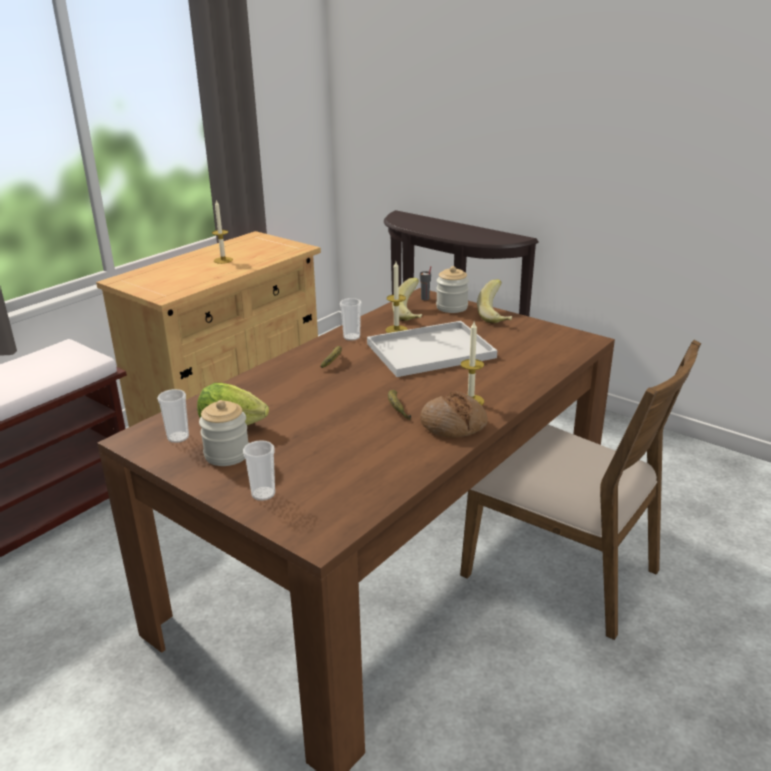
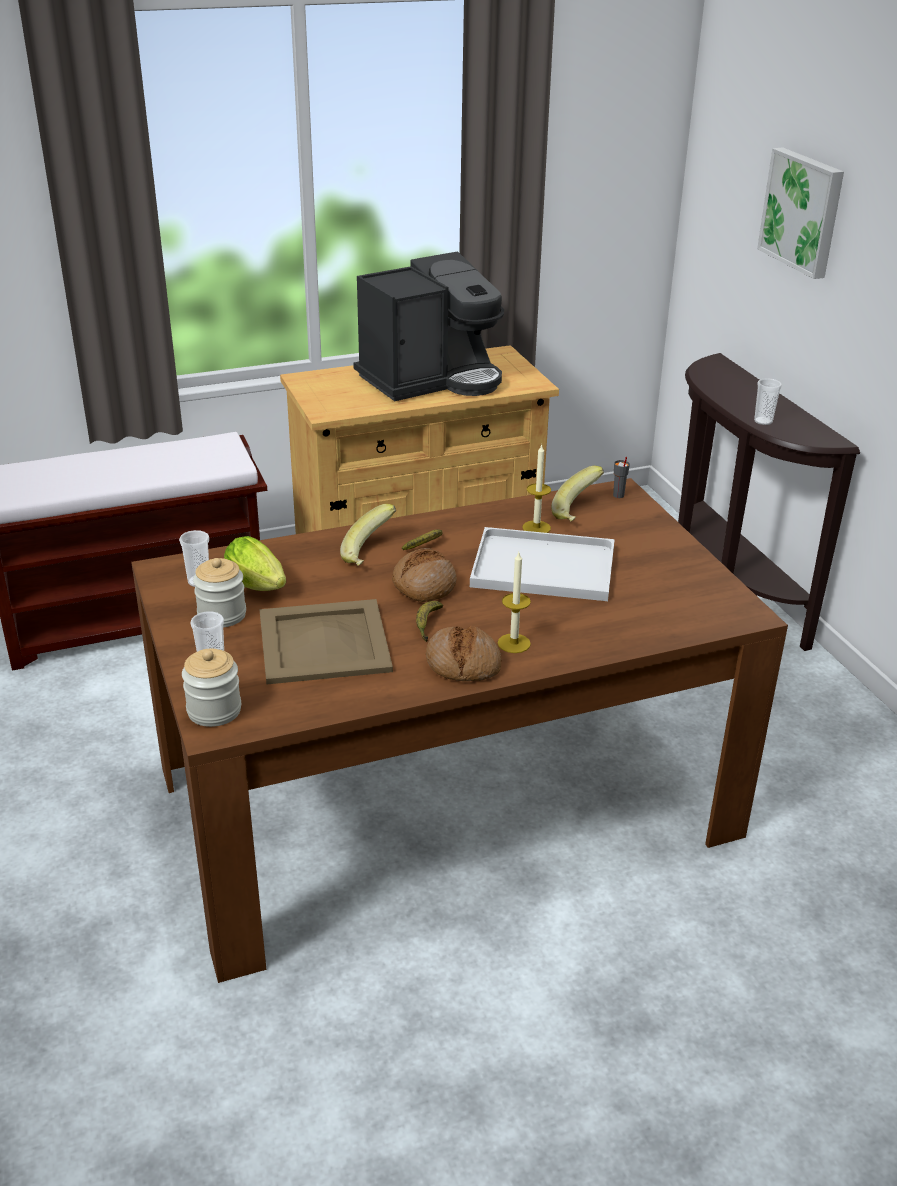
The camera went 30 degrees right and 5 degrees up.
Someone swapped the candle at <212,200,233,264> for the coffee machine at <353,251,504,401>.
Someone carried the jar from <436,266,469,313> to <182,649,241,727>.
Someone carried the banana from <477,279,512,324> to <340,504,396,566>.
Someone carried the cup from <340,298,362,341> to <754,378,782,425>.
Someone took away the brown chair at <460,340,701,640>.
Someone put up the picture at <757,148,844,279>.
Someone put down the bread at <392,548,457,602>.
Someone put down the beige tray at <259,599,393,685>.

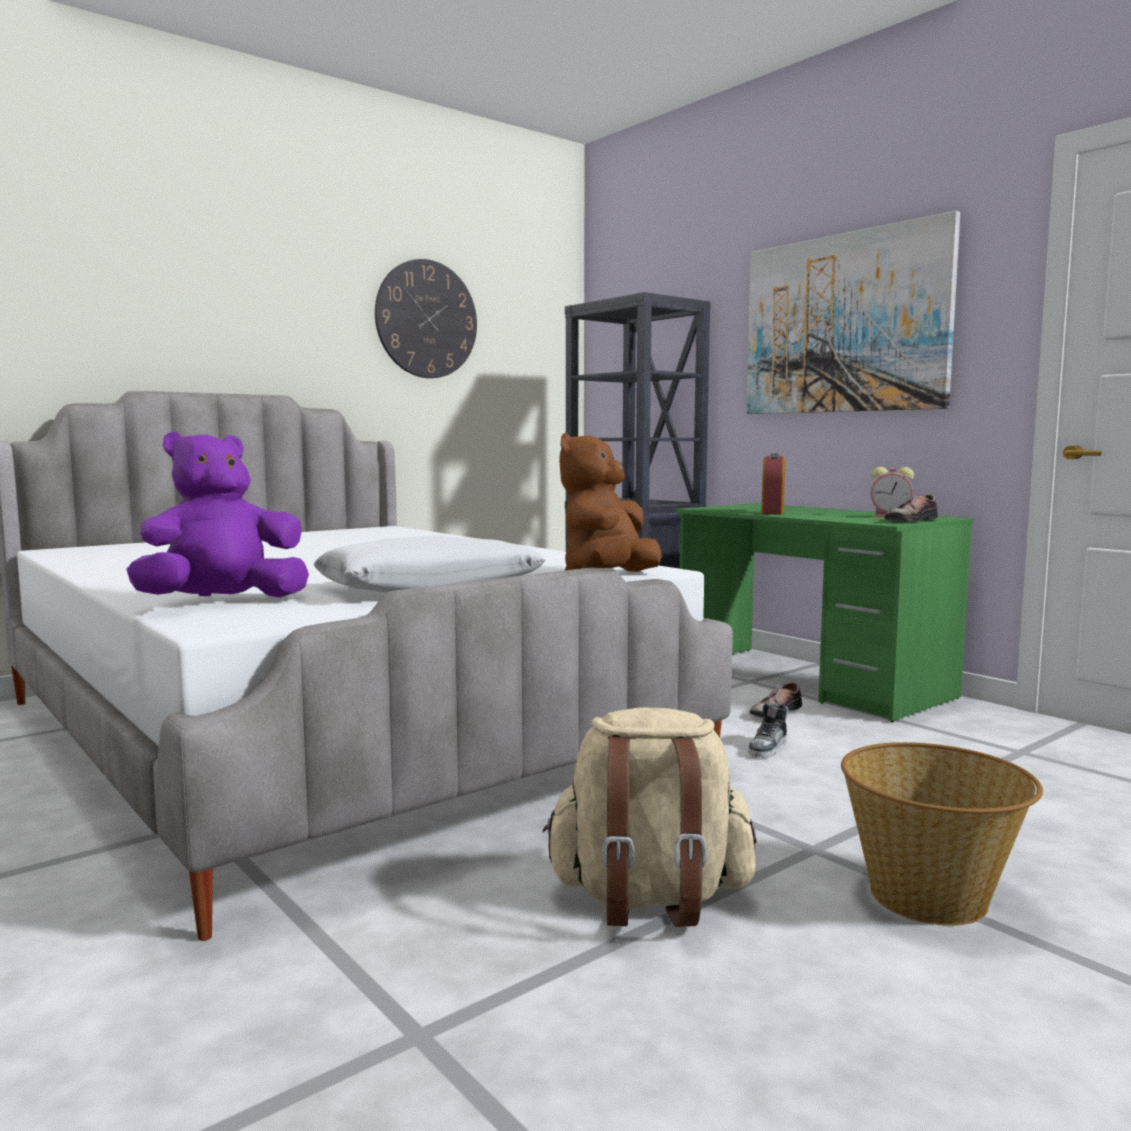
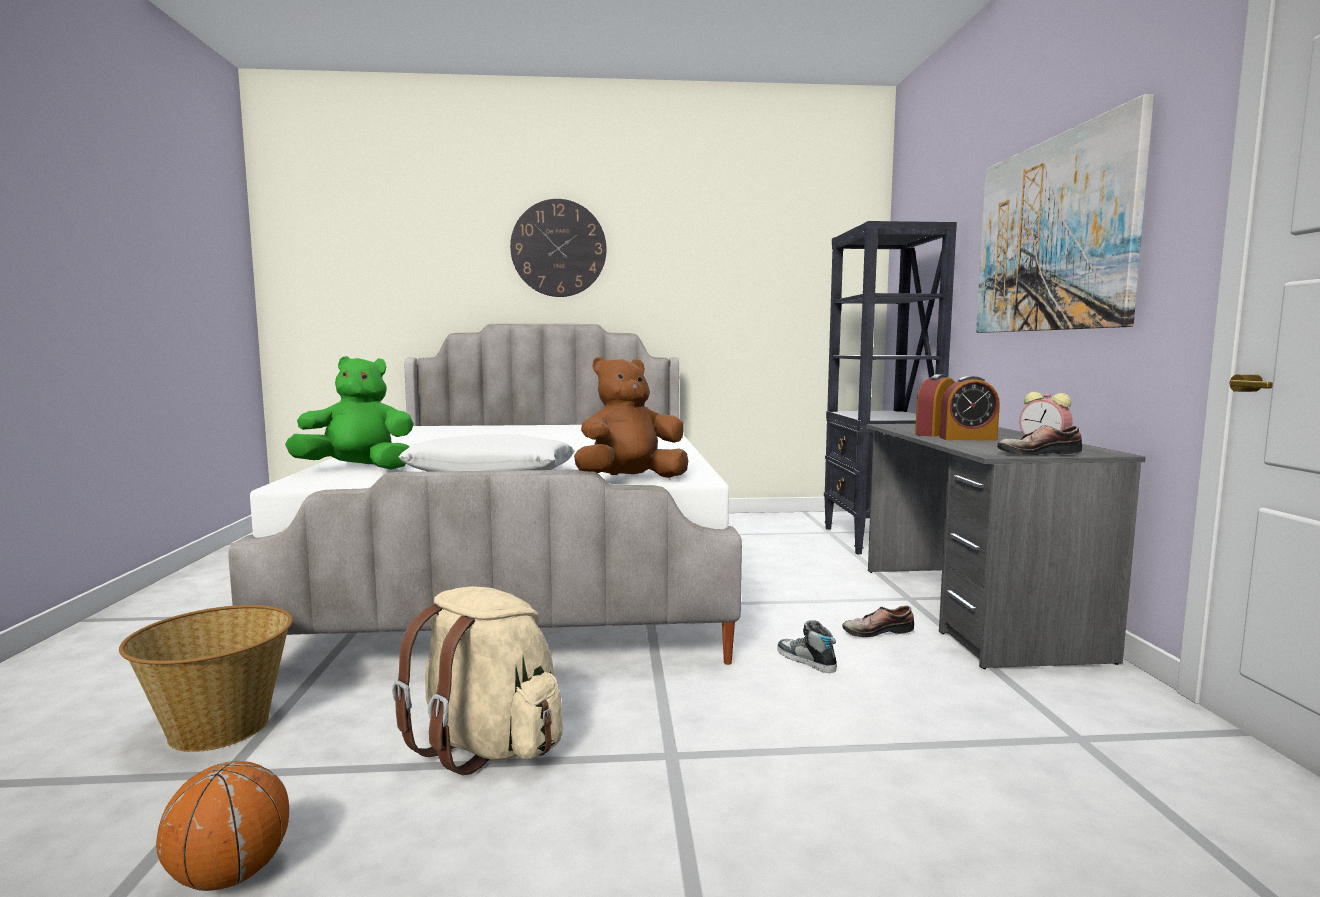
The camera went 35 degrees right and 0 degrees up.
Someone carried the wall clock from <375,259,477,378> to <510,199,607,297>.
Someone repainted the purple plush toy at <126,432,309,598>, which became the green plush toy at <285,356,414,470>.
Someone repainted the green desk at <675,503,974,722>, which became the grey desk at <866,424,1146,669>.
Someone rotated the shoe at <749,703,788,758> by 75 degrees clockwise.
Someone carried the basket from <841,742,1043,926> to <119,605,293,752>.
Someone put down the alarm clock at <940,376,1000,440>.
Someone put down the basketball at <156,761,289,891>.

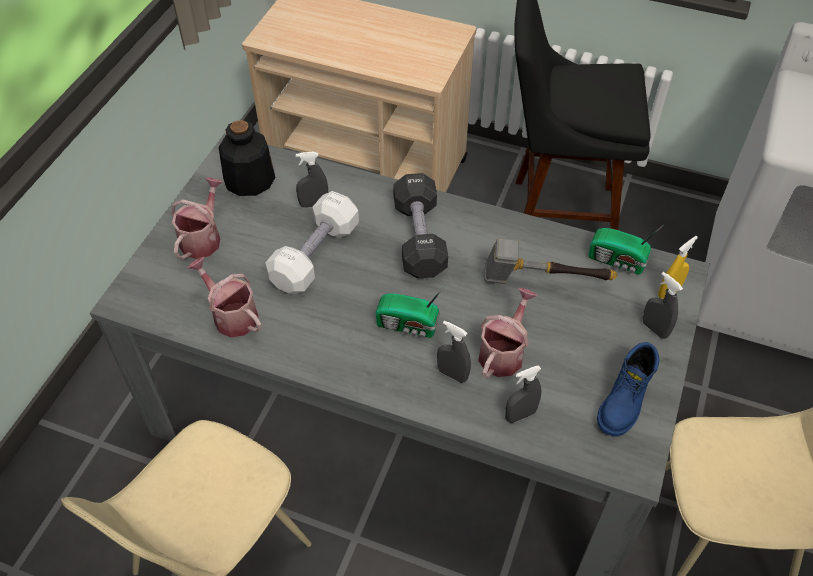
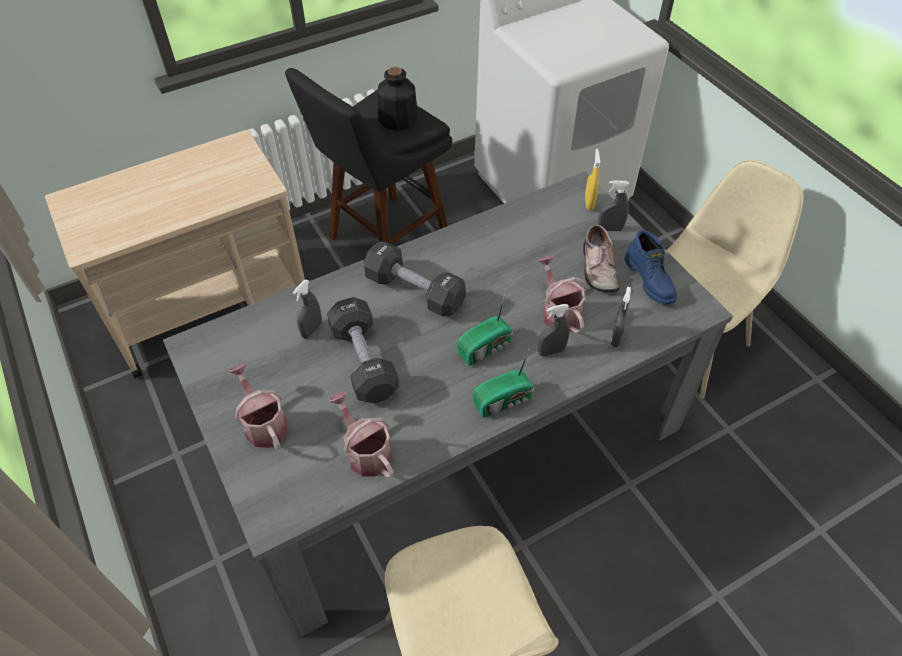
The camera went 50 degrees left and 0 degrees up.
Someone carried the bottle from <219,120,275,196> to <377,67,418,131>.
Someone repainted the white dumbbell at <265,191,359,294>, which became the black dumbbell at <327,297,399,403>.
Someone carried the radio from <588,225,664,275> to <473,348,534,418>.
Someone took away the hammer at <484,238,617,284>.
Someone rotated the watering can at <188,257,262,337> by 60 degrees clockwise.
Someone put down the shoe at <583,225,619,292>.

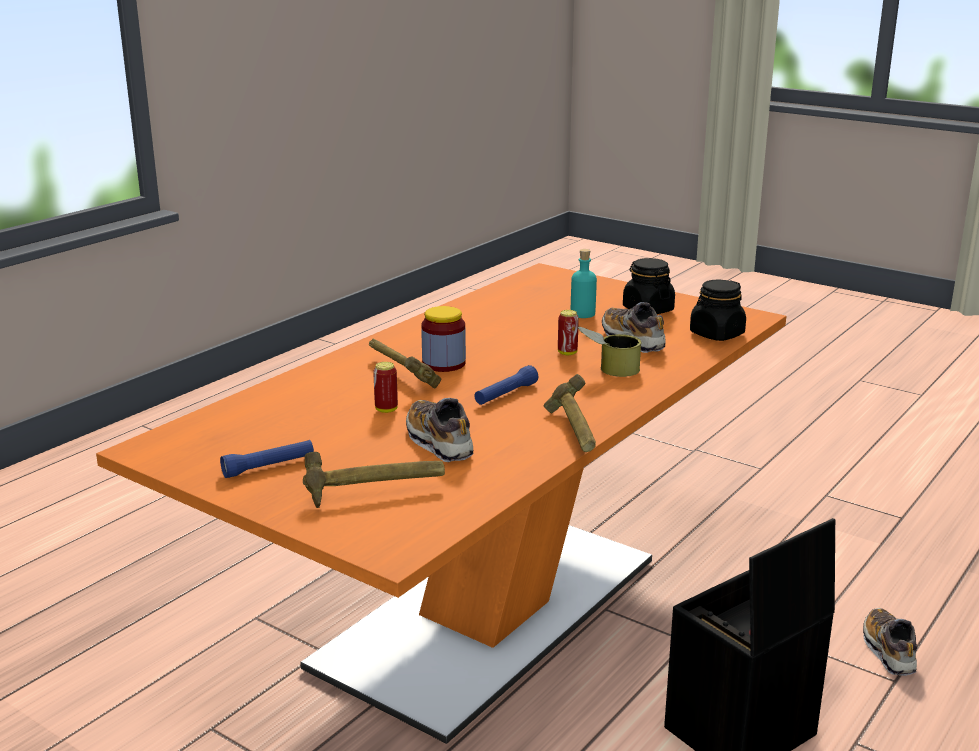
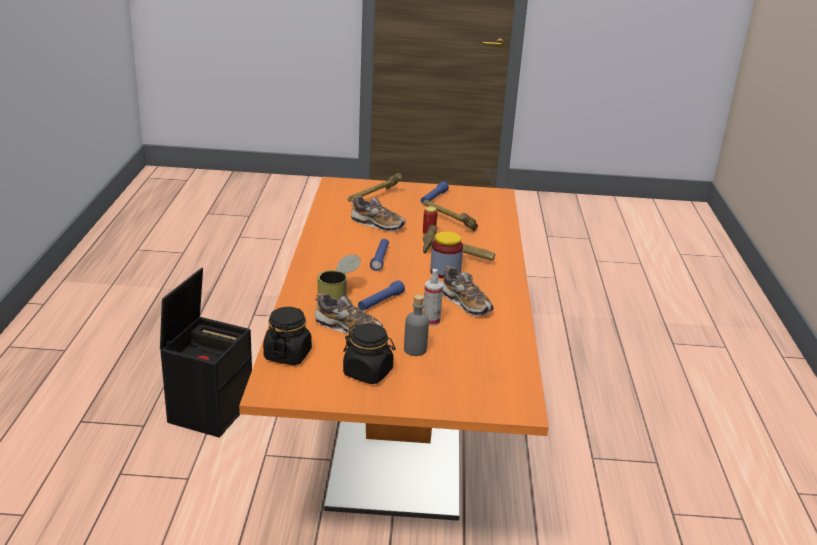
The camera went 145 degrees right and 5 degrees up.
Someone repainted the turquoise bottle at <571,249,597,318>, which became the grey bottle at <404,294,429,356>.
Someone swapped the can at <558,310,579,355> for the blue flashlight at <358,280,405,311>.
Someone carried the hammer from <543,374,596,452> to <423,200,478,232>.
Someone carried the shoe from <863,608,917,676> to <442,266,494,317>.
Someone put down the spray bottle at <423,269,443,326>.

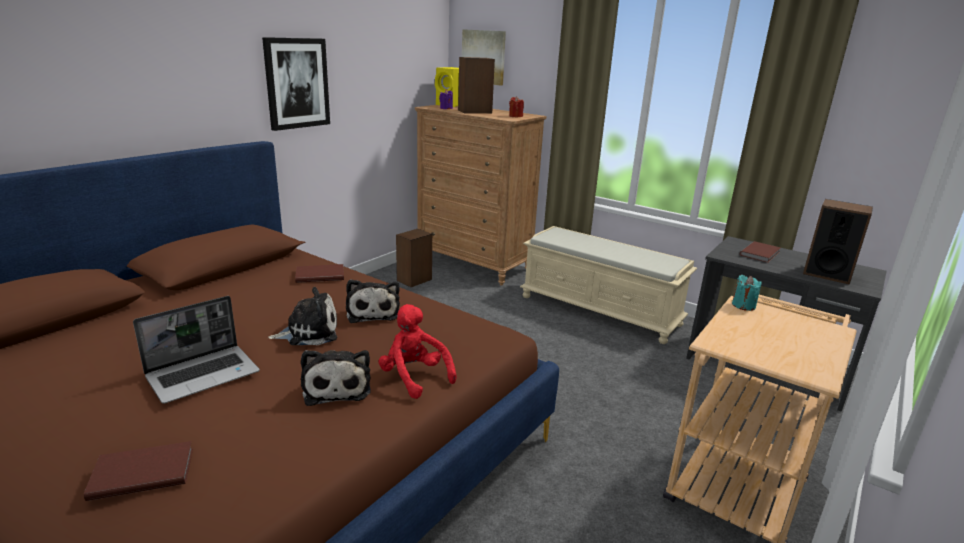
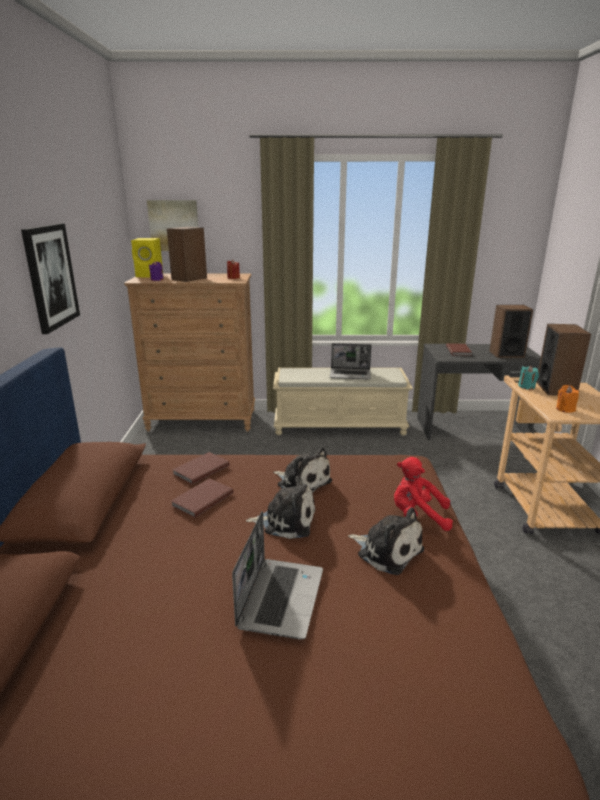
The camera went 35 degrees left and 0 degrees up.
Someone carried the speaker from <396,229,432,287> to <536,324,591,396>.
Someone rotated the plush toy at <268,287,337,345> by 60 degrees clockwise.
Someone carried the brown book from <84,441,193,501> to <171,478,233,518>.
Someone put down the laptop at <330,343,372,380>.
Someone put down the orange candle at <556,385,579,413>.

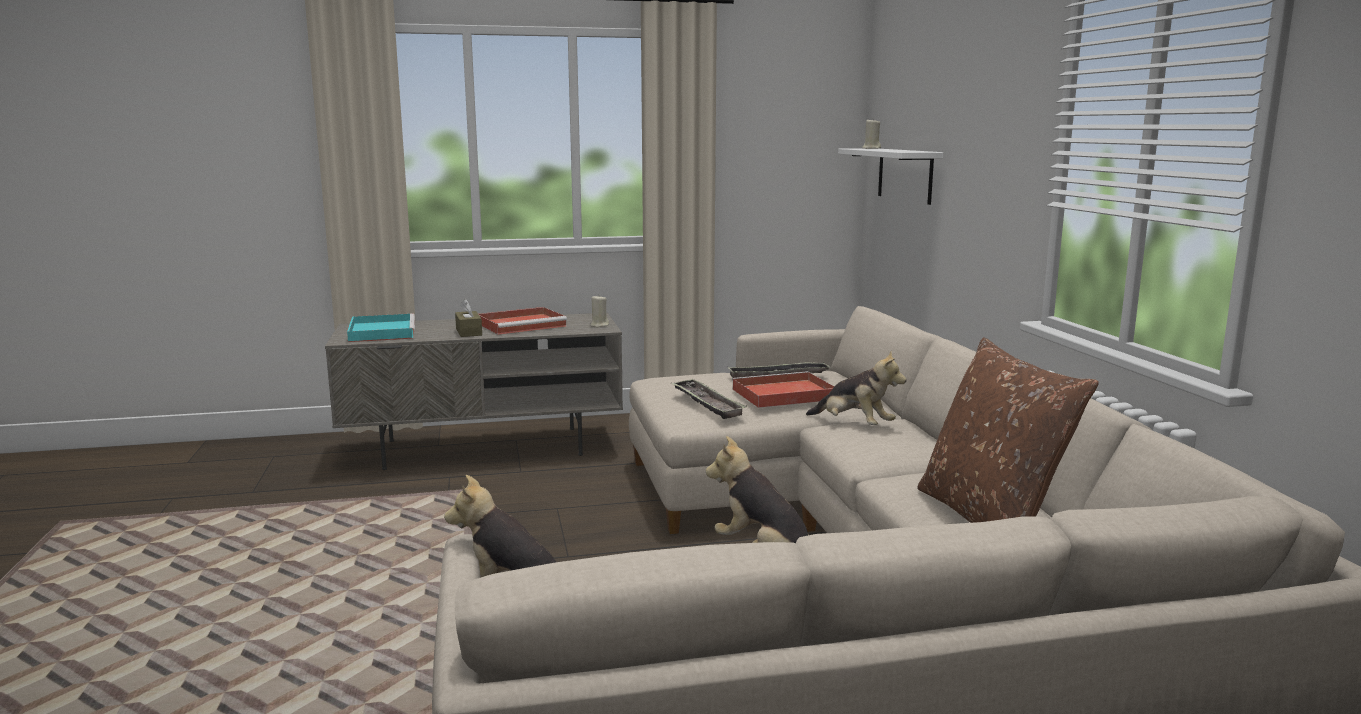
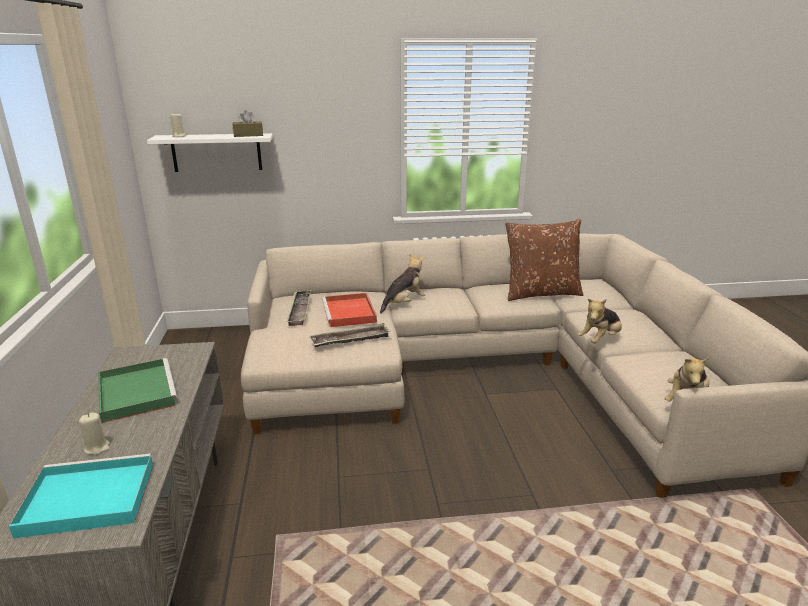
The camera went 85 degrees left and 10 degrees up.
Someone carried the beige candle from <590,294,609,328> to <79,412,110,455>.
Someone carried the brown tissue box from <455,299,482,337> to <233,110,263,137>.
Someone repainted the red tray at <479,307,567,334>, which became the green tray at <98,358,177,423>.

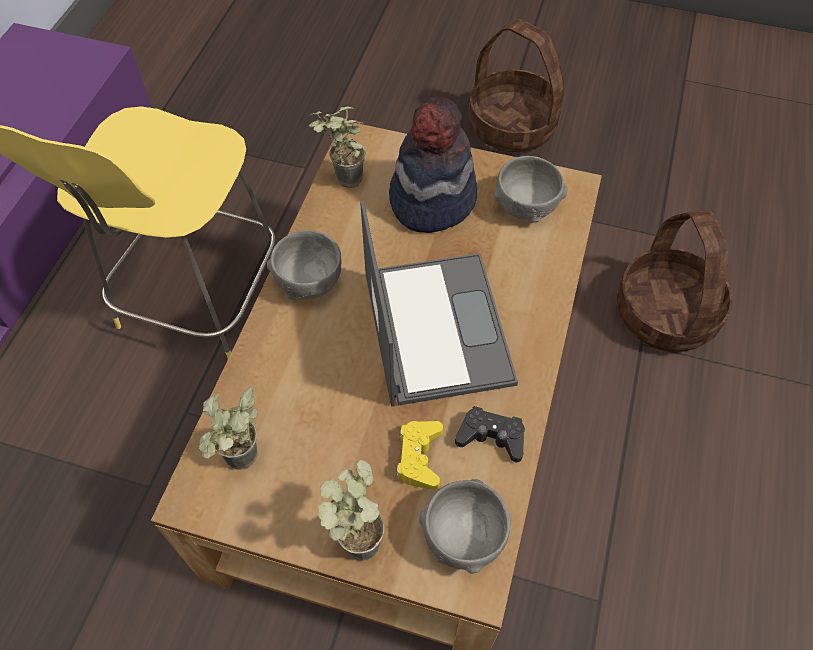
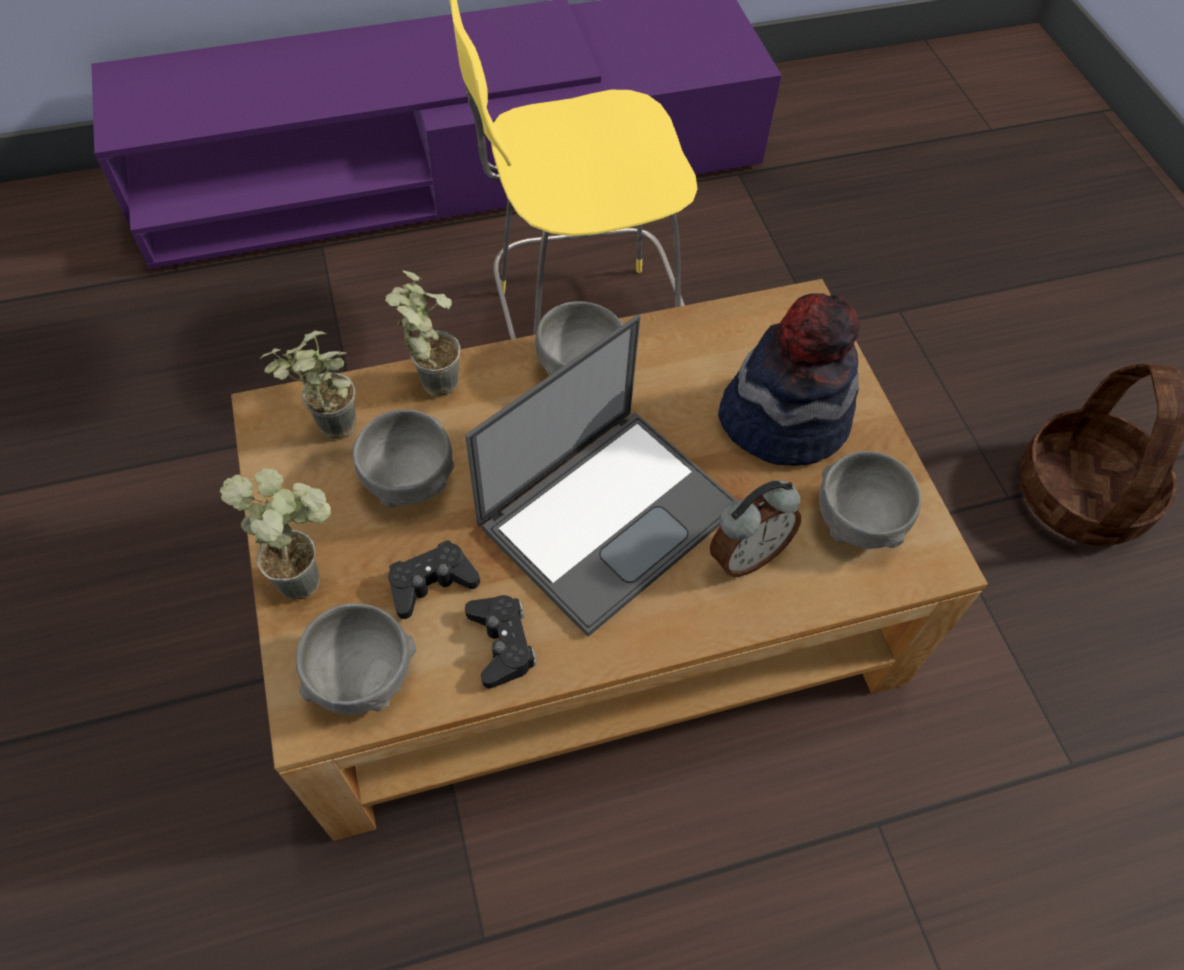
The camera went 55 degrees right and 0 degrees up.
Someone carried the potted plant from <308,106,366,188> to <385,270,461,397>.
Someone took away the basket at <617,210,733,352>.
Someone repainted the yellow game controller at <396,421,443,490>, which became the black game controller at <388,540,480,619>.
Someone put down the grey bowl at <353,409,454,508>.
Someone put down the alarm clock at <710,480,801,577>.

